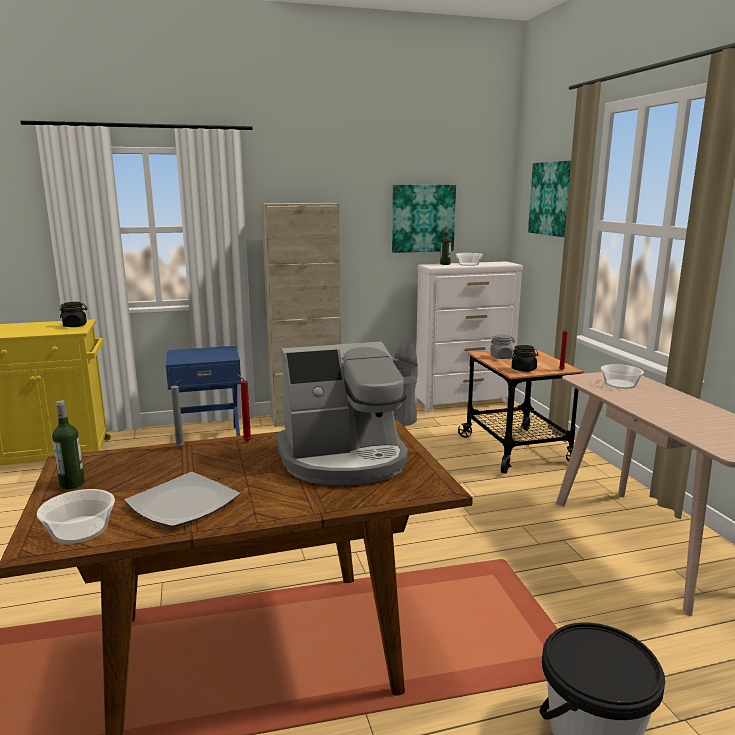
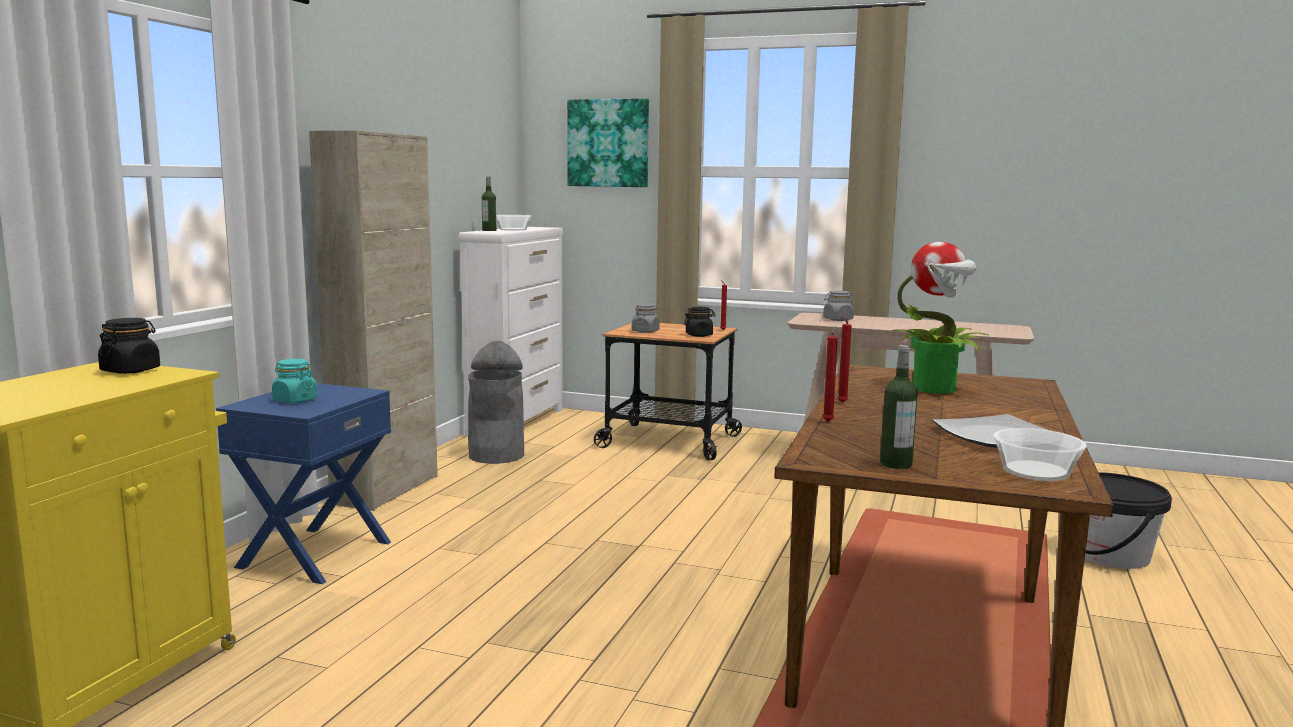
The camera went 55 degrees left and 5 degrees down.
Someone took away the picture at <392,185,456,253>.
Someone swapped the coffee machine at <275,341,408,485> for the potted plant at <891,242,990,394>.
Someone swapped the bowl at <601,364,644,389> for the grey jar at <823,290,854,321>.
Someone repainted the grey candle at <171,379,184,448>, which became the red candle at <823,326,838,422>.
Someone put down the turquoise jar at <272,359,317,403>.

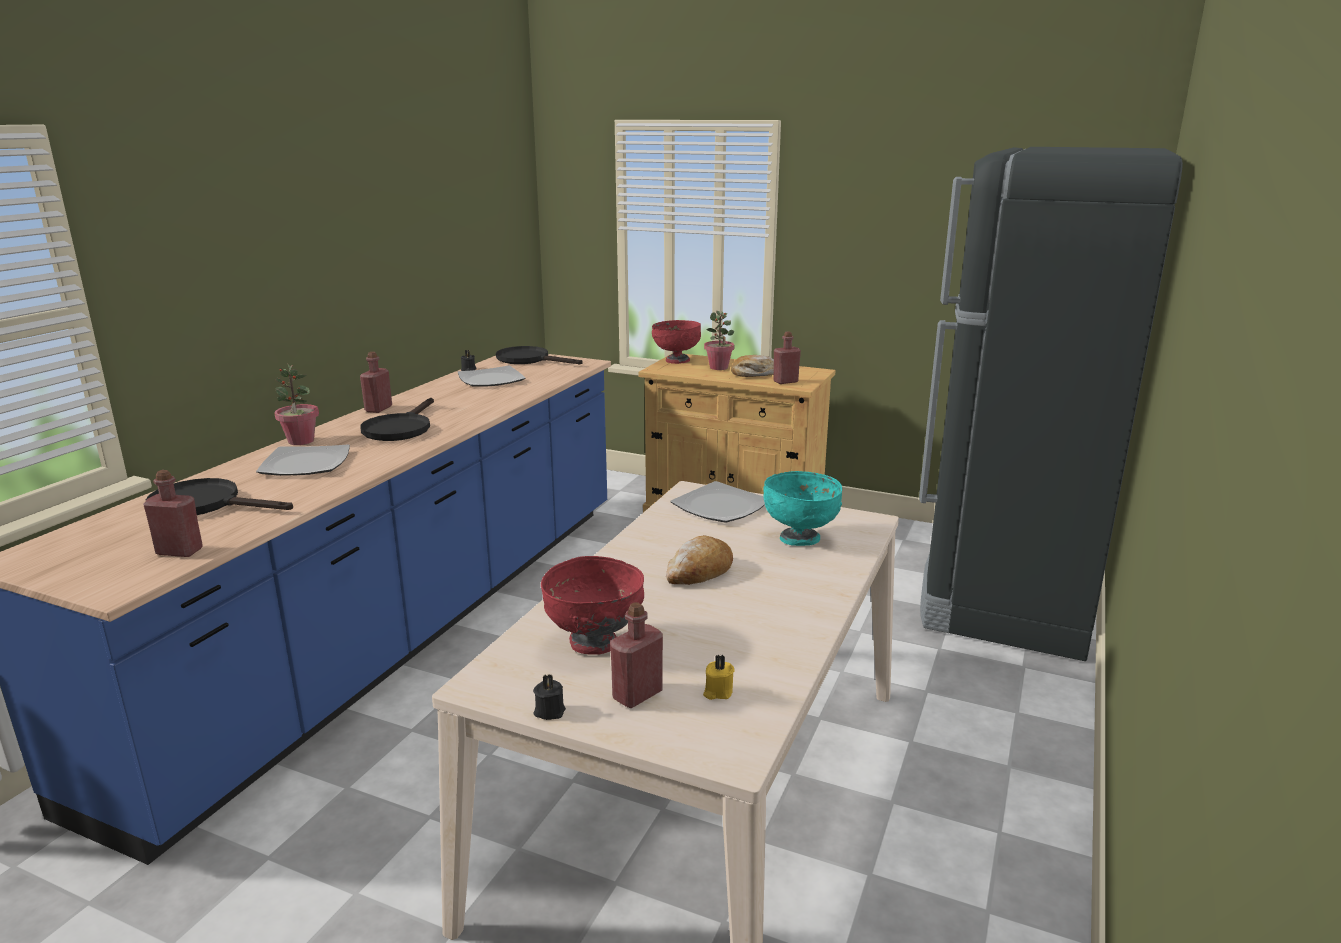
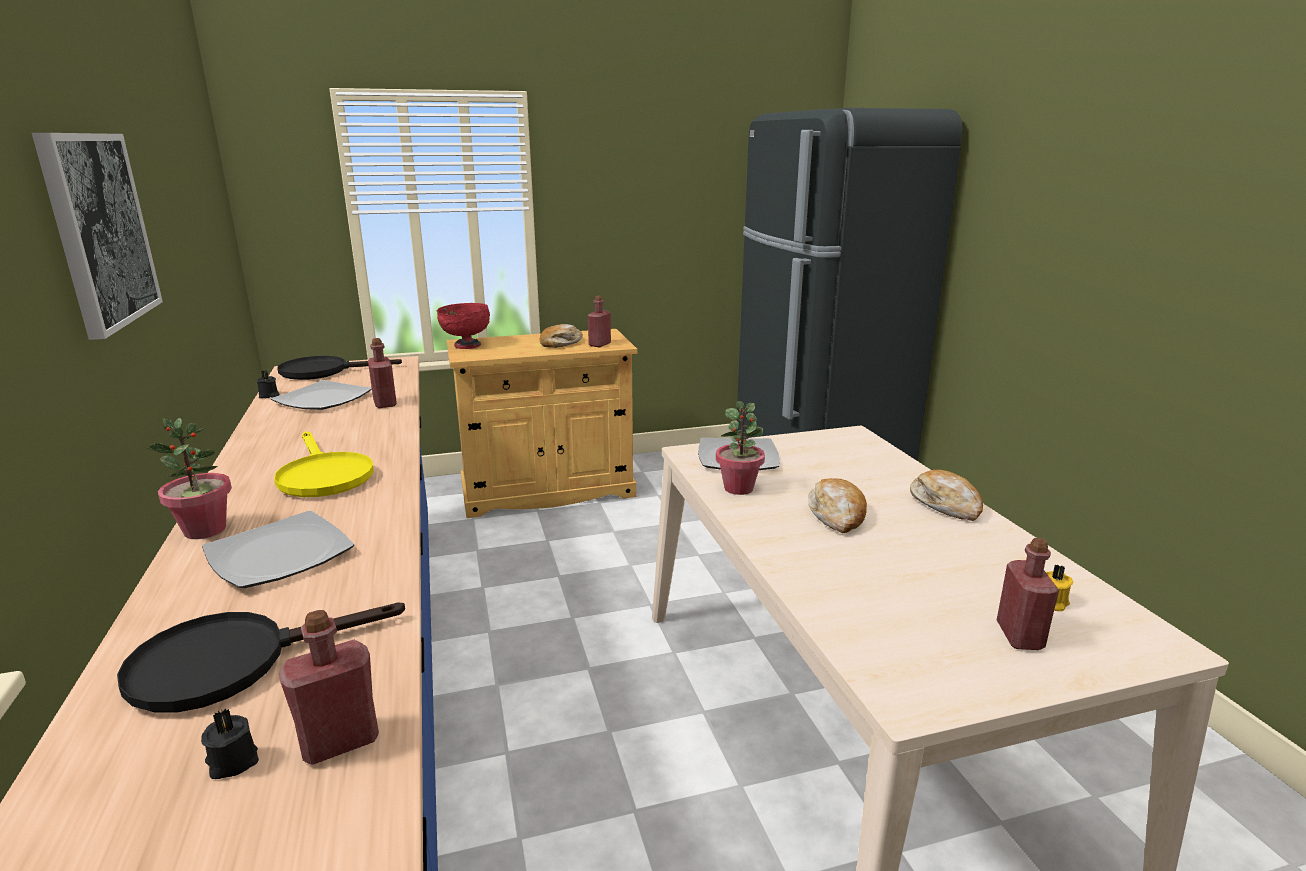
The camera went 40 degrees left and 0 degrees up.
Someone carried the potted plant from <704,311,735,370> to <716,401,765,495>.
Someone carried the red bottle from <360,352,392,413> to <368,338,397,408>.
Someone repainted the black frying pan at <360,398,434,441>, which became the yellow frying pan at <274,431,374,497>.
Someone took away the turquoise bowl at <763,471,842,546>.
Someone took away the red bowl at <541,556,644,655>.
Someone carried the black candle from <533,673,566,720> to <201,708,259,779>.
Someone put up the picture at <32,133,163,340>.
Someone put down the bread at <910,469,983,521>.

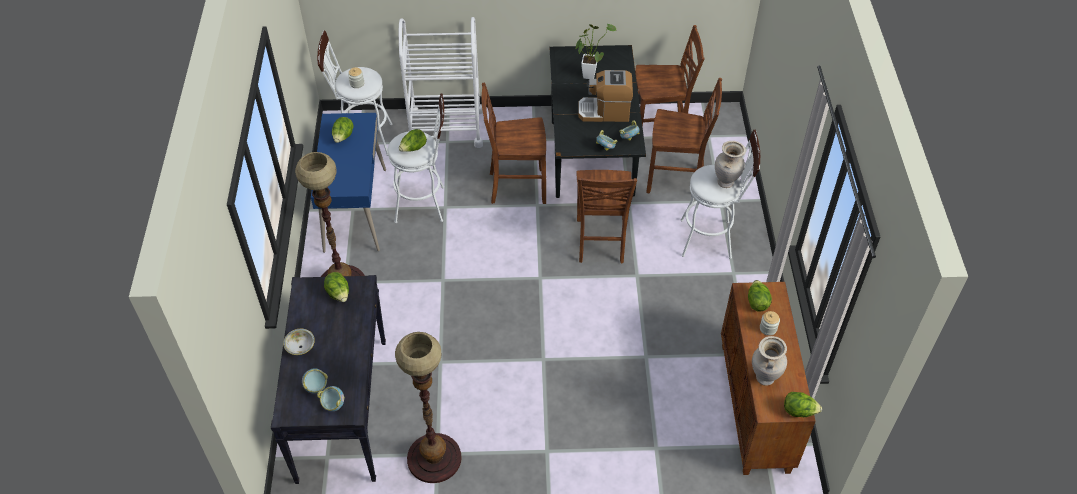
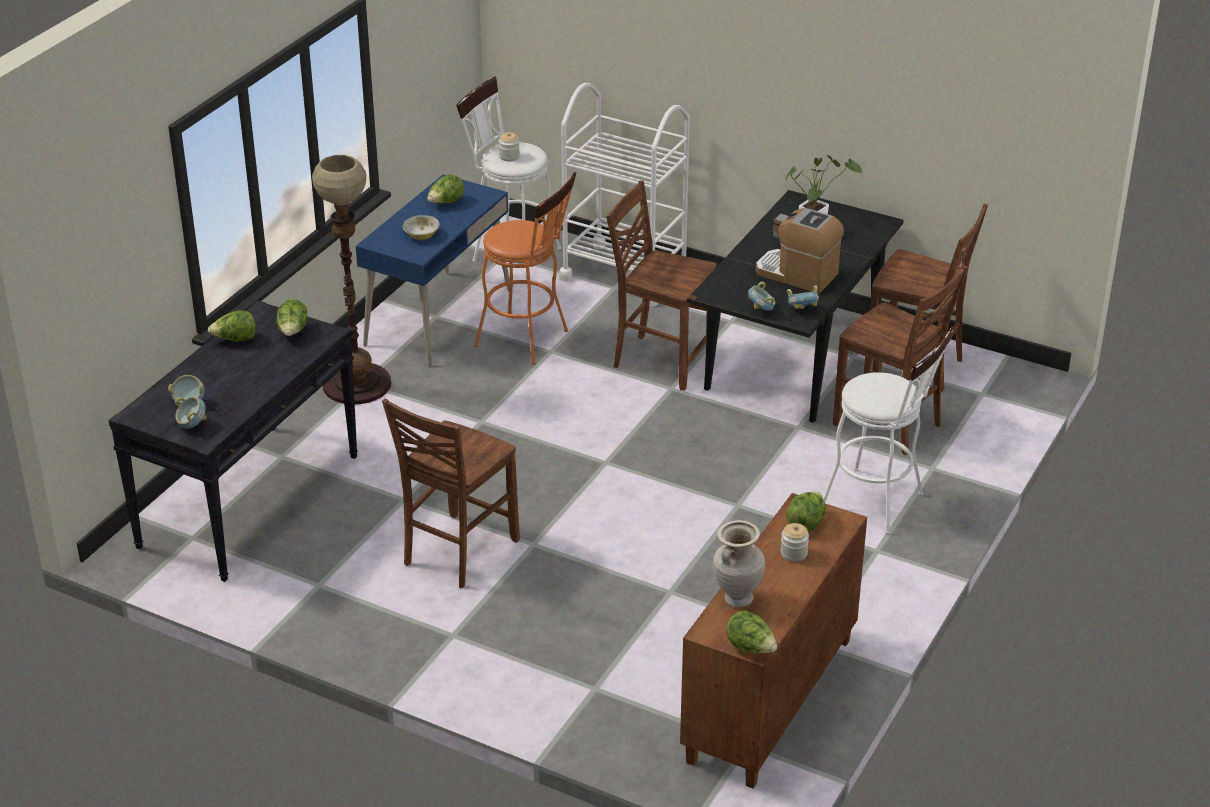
The camera went 30 degrees right and 15 degrees down.
Someone repainted the white stool at <388,94,444,223>, which became the orange stool at <474,172,576,365>.
Someone carried the lettuce from <399,129,427,152> to <208,310,256,342>.
Someone took away the beige vase at <715,141,746,188>.
Someone carried the brown chair from <576,170,637,263> to <382,398,520,588>.
Someone carried the bowl from <283,329,315,355> to <403,215,440,240>.
Someone took away the floor lamp at <395,332,462,483>.

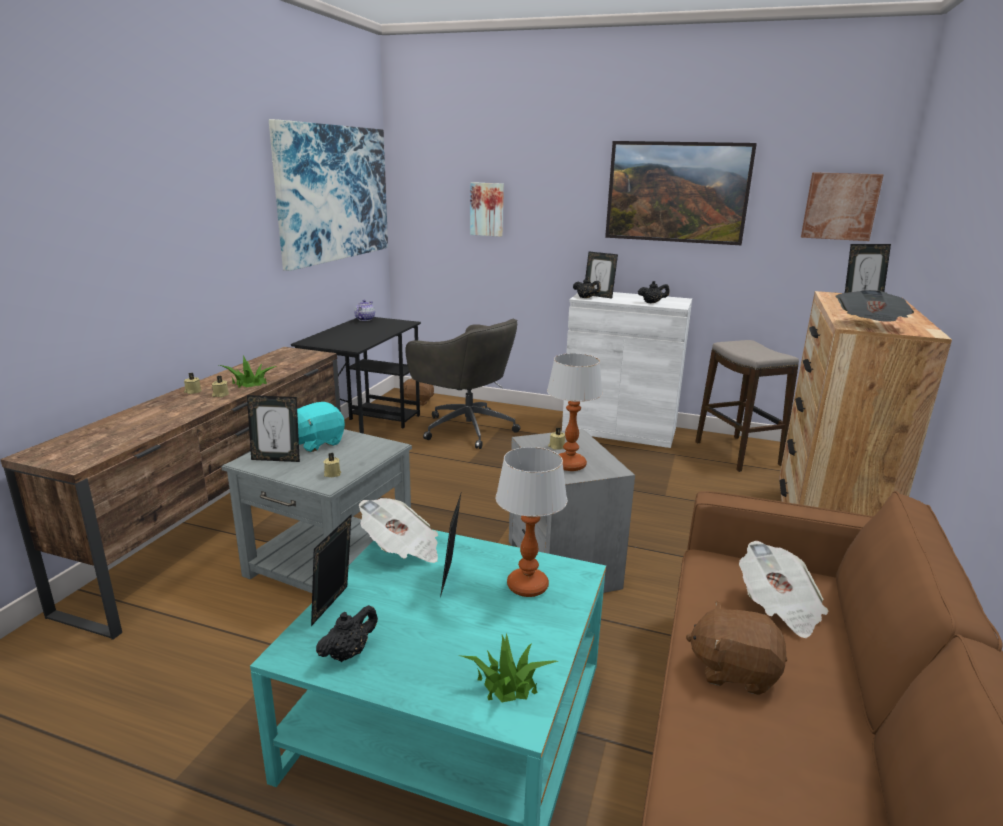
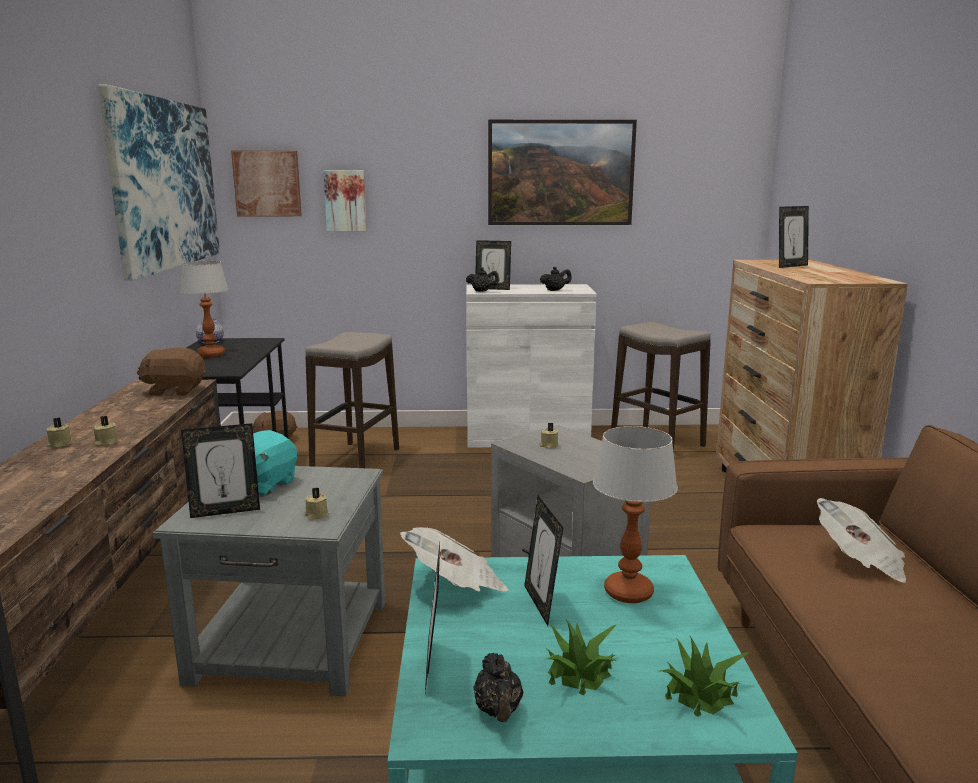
The camera went 20 degrees left and 5 degrees down.
Someone carried the picture from <801,172,884,241> to <231,151,302,216>.
Someone took away the newspaper at <835,290,914,322>.
Someone swapped the grey office chair at <405,319,520,449> for the stool at <305,332,399,468>.
Someone carried the table lamp from <547,353,603,471> to <180,261,228,357>.
Someone carried the potted plant from <219,355,277,388> to <545,618,617,695>.
Someone carried the brown plush toy from <686,601,787,695> to <137,348,206,396>.
Someone rotated the black teapot at <316,605,378,662> by 150 degrees clockwise.

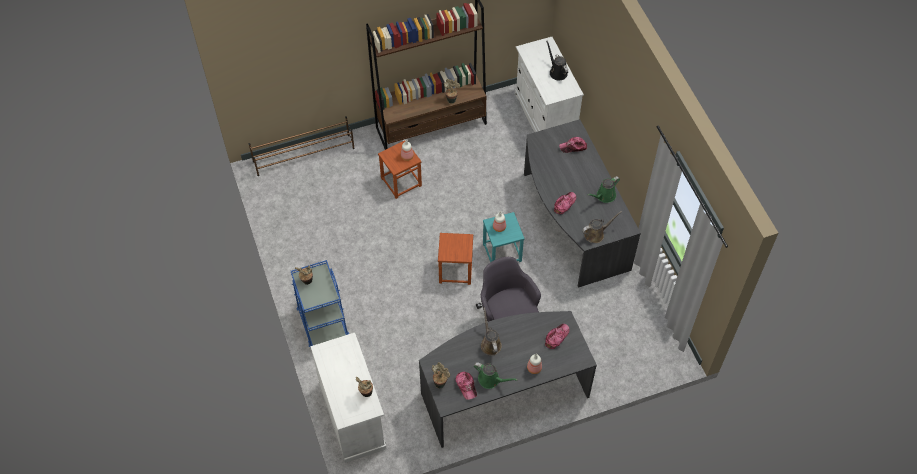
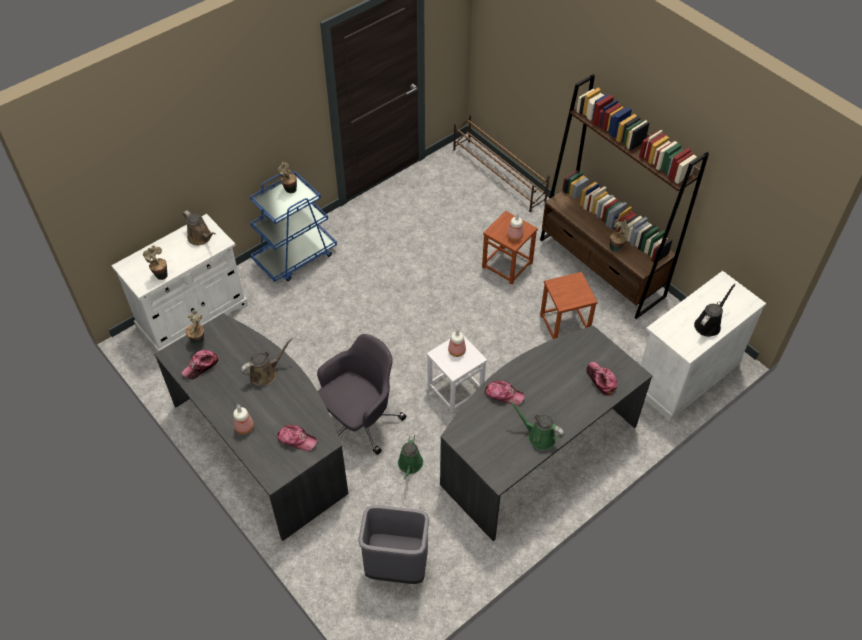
The camera went 70 degrees right and 5 degrees down.
Someone carried the brown watering can from <582,211,622,243> to <183,210,216,245>.
Someone repainted the turquoise stool at <483,212,525,262>, which became the white stool at <427,335,487,412>.
Someone carried the brown stool from <438,233,473,285> to <540,272,598,339>.
Someone carried the green watering can from <474,362,518,389> to <398,435,423,480>.
Someone put down the grey trash can at <358,505,429,584>.

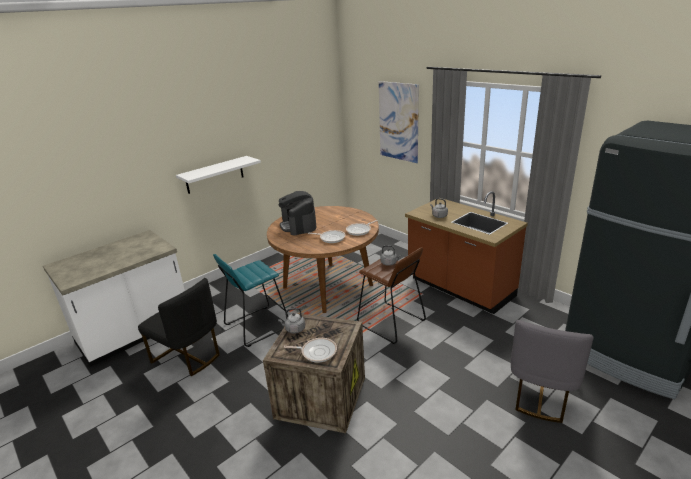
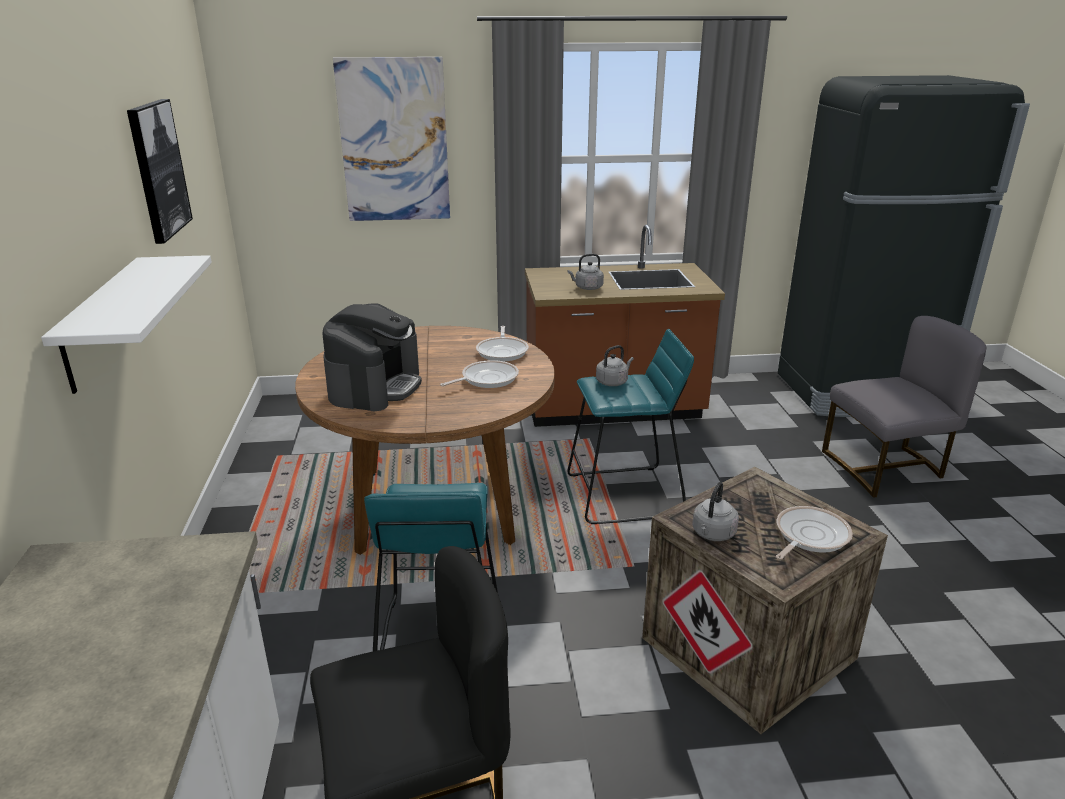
The camera went 55 degrees left and 0 degrees up.
Someone rotated the coffee machine at <279,191,316,235> by 90 degrees counterclockwise.
Someone repainted the brown stool at <357,248,426,344>, which became the turquoise stool at <567,329,694,524>.
Someone rotated the grey chair at <511,320,594,423> by 75 degrees counterclockwise.
Someone put up the picture at <127,99,193,244>.

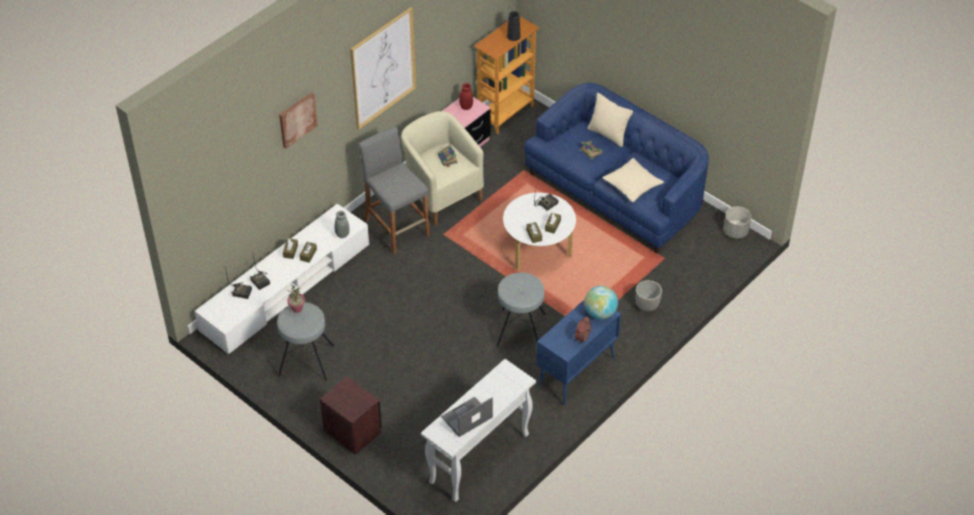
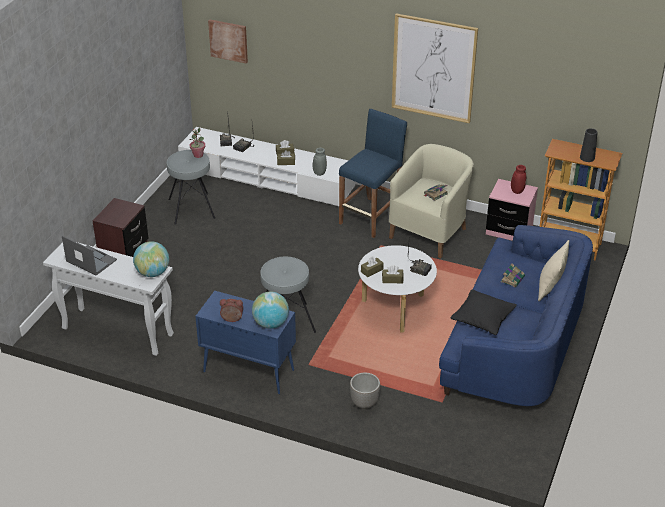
The camera went 70 degrees right and 10 degrees down.
Someone carried the picture from <279,92,318,149> to <208,20,248,63>.
Someone repainted the grey stool at <358,126,430,254>, which became the blue stool at <339,109,407,238>.
Someone repainted the beige pillow at <603,158,664,202>, which became the black pillow at <451,289,517,335>.
Someone took away the grey planter at <724,206,751,239>.
Someone put down the globe at <133,241,169,277>.

